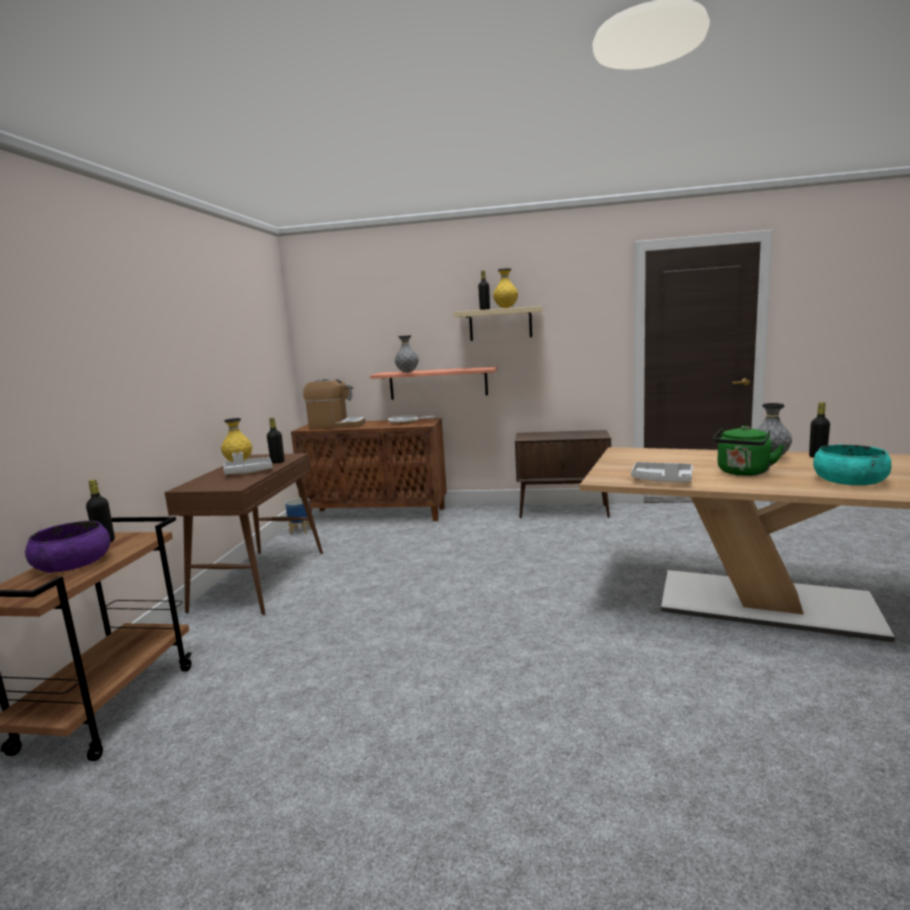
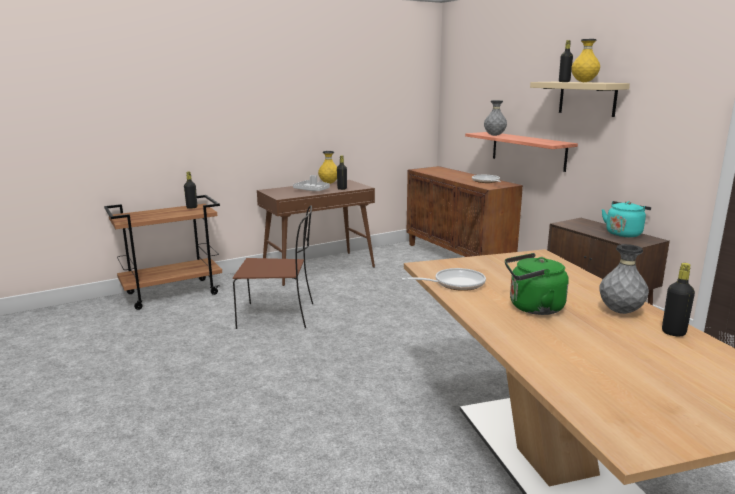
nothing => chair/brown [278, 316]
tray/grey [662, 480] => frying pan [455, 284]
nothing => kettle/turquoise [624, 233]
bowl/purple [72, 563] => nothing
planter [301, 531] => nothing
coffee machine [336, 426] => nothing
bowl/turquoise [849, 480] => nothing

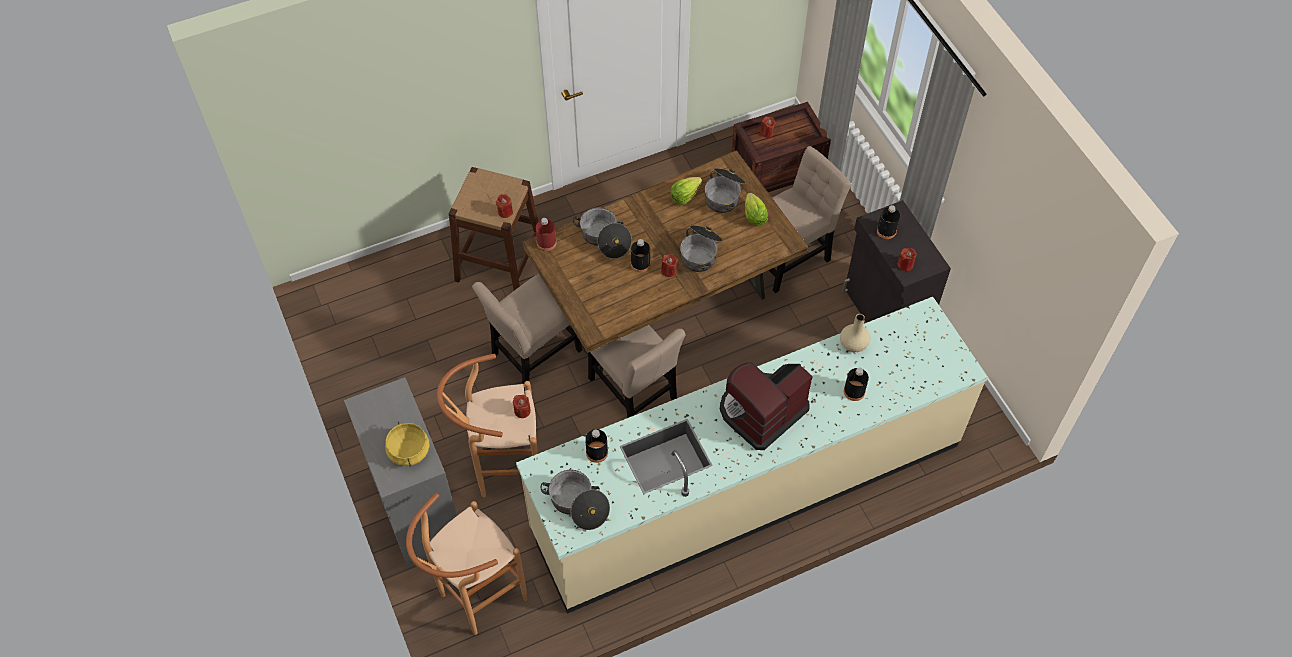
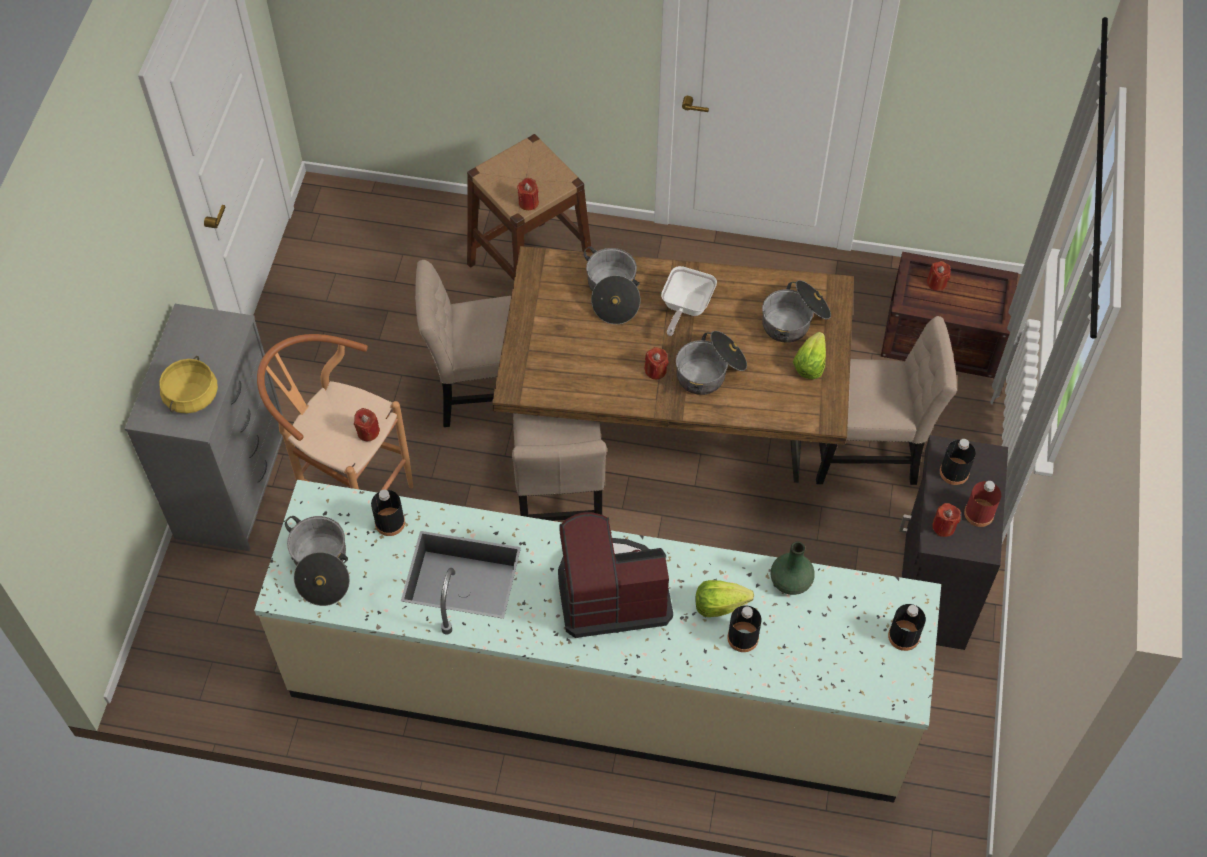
nothing => frying pan [685, 308]
lettuce [685, 196] => lettuce [719, 605], shifted
vase/beige [853, 343] => vase/green [791, 581]
bottle/black [640, 264] => bottle/black [903, 636], shifted
bottle/red [546, 243] => bottle/red [979, 513], shifted
stool/brown [476, 600] => nothing

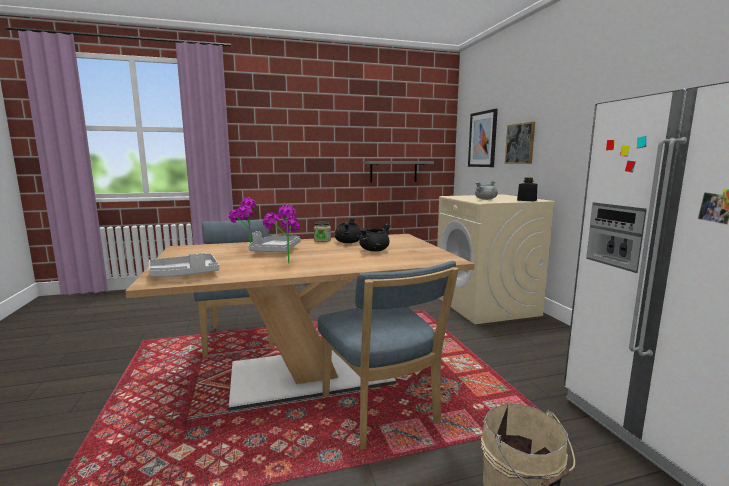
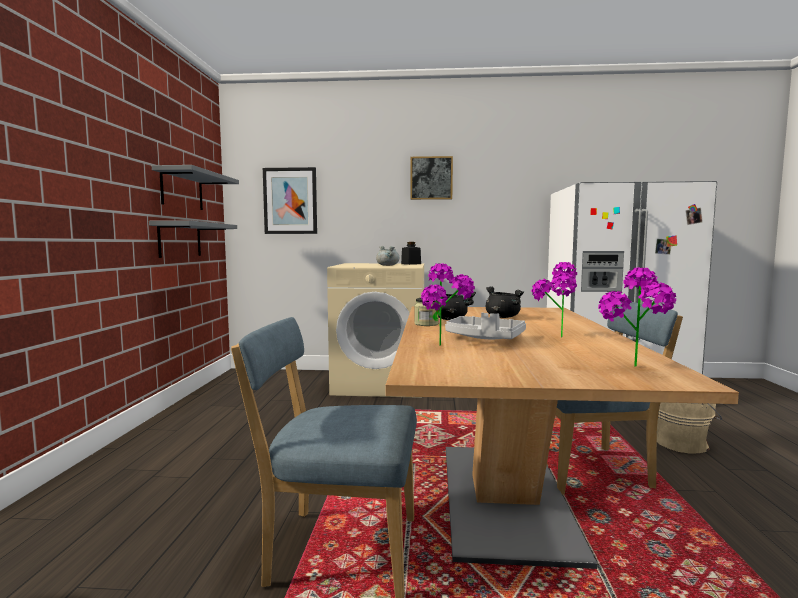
nothing => shelf/grey [182, 190]
picture [520, 143] => picture [431, 178], shifted
tray/grey [185, 274] => potted plant [634, 369]

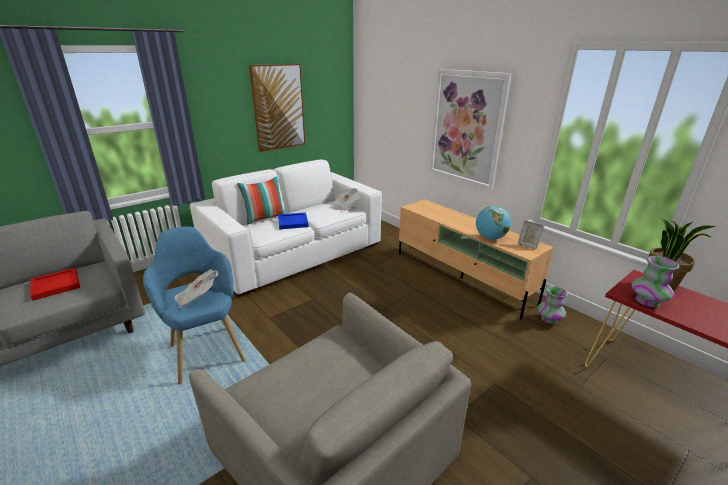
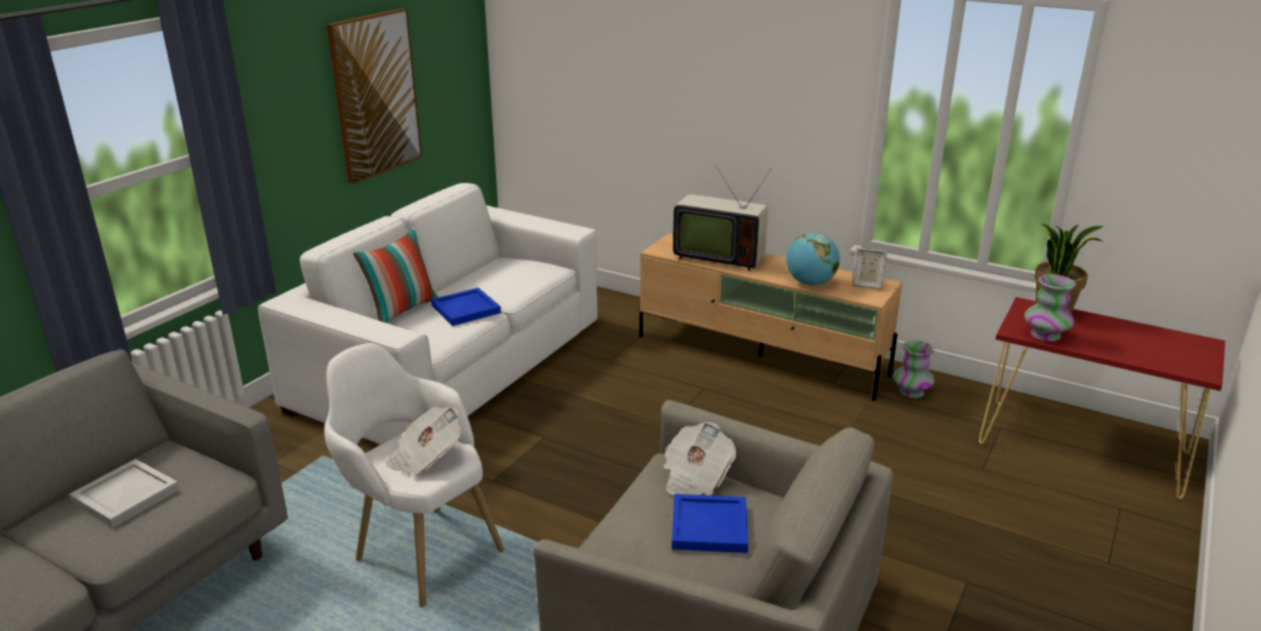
tray/red [55, 285] => tray/white [124, 496]
armchair/blue [205, 347] => armchair/white [418, 547]
newspaper [345, 207] => newspaper [695, 477], shifted
nothing => tray/blue [708, 525]
nothing => television [718, 257]
picture [467, 128] => nothing

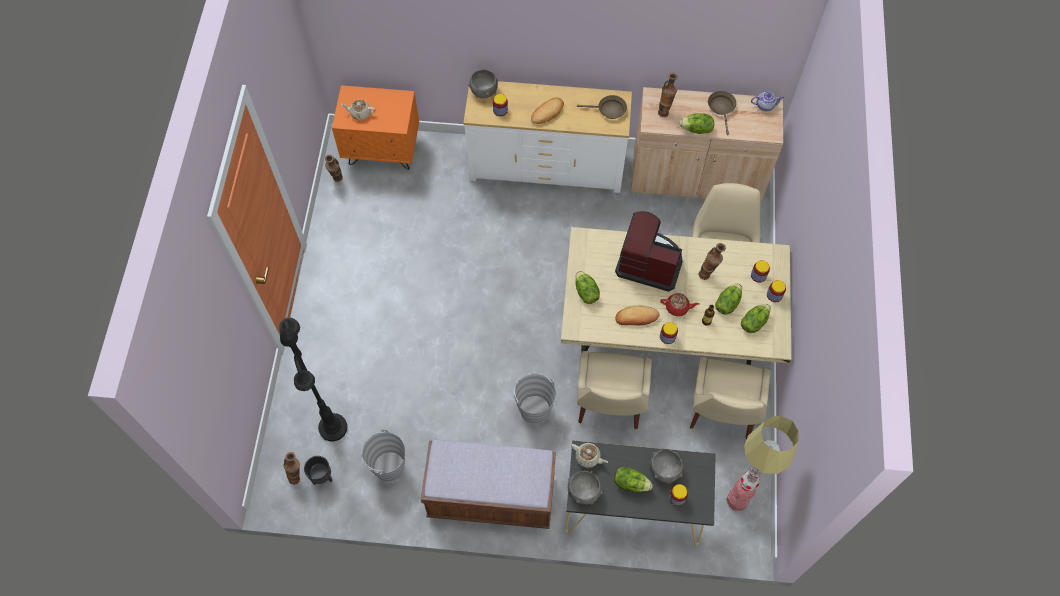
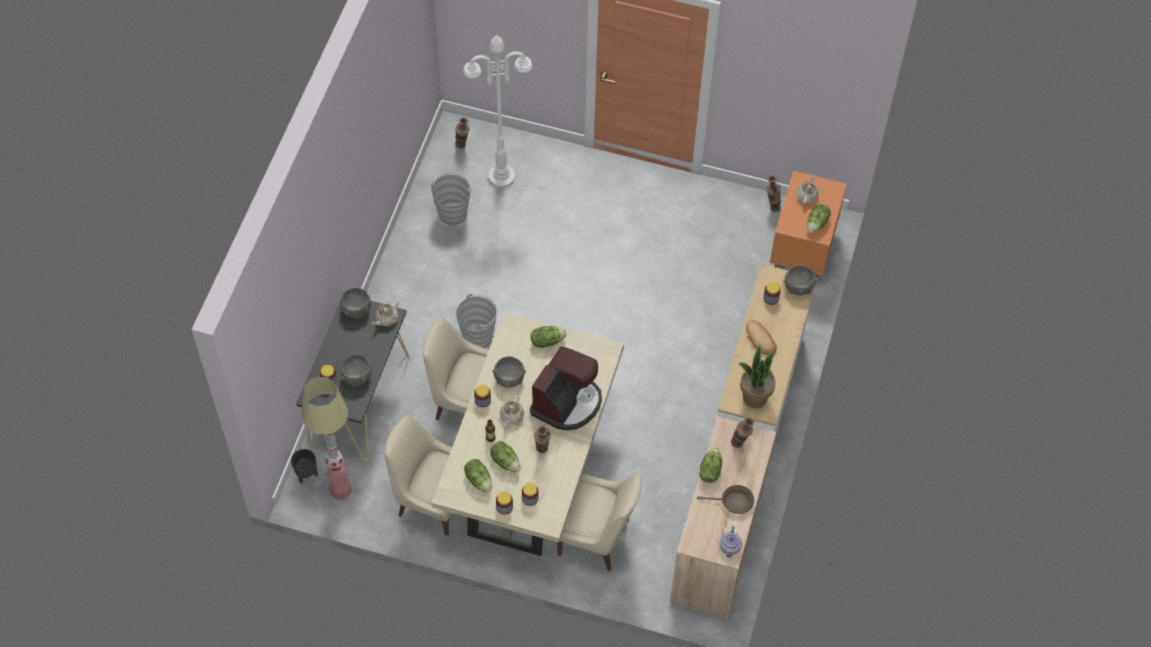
planter/black [321, 477] => planter/black [306, 474], shifted
floor lamp/black [332, 427] => floor lamp/white [502, 177]
bread [636, 317] => bowl/grey [509, 378]
teapot/red [677, 307] => teapot/beige [511, 416]
frying pan/brown [609, 110] => potted plant [754, 397]
lettuce [631, 483] => lettuce [817, 224], shifted
bench/brown [491, 496] => nothing

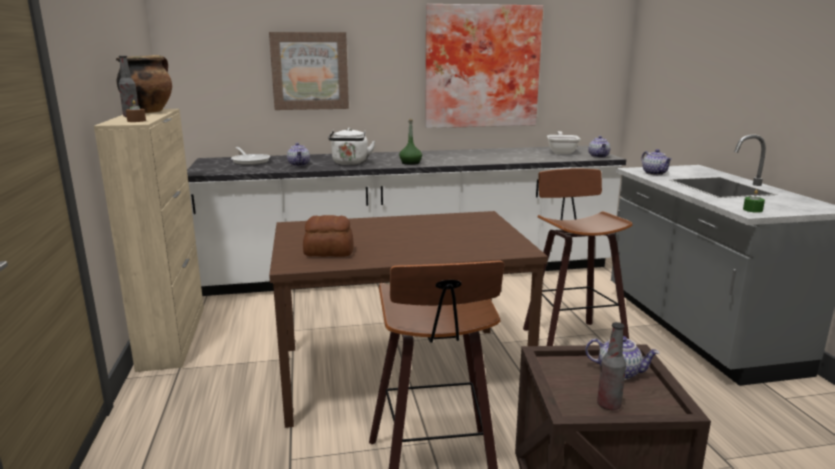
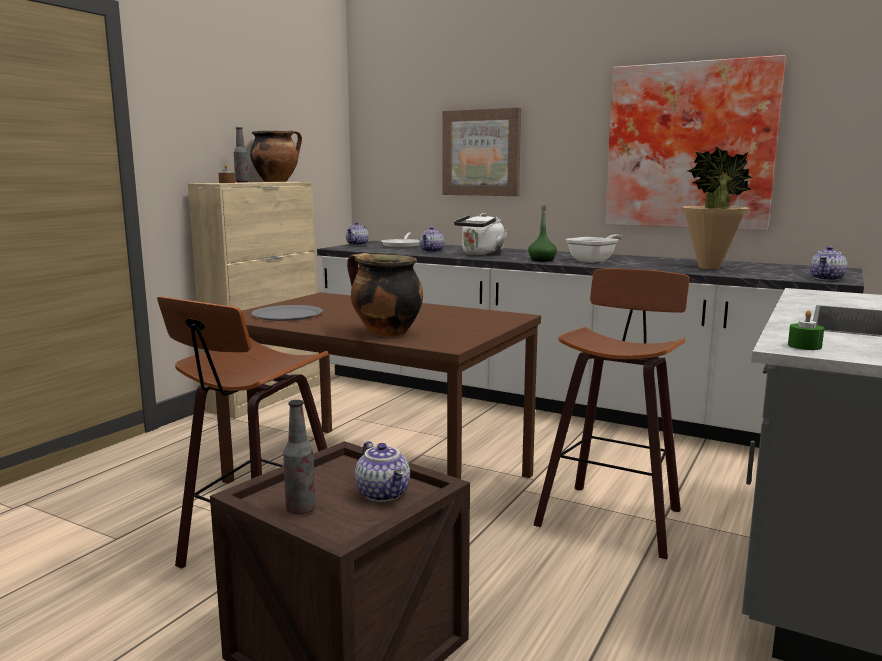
bread [328, 252] => plate/grey [287, 314]
teapot [655, 173] => teapot [357, 245], shifted
nothing => cooking pot [385, 333]
frying pan [561, 152] => frying pan [594, 260], shifted
nothing => potted plant [709, 268]

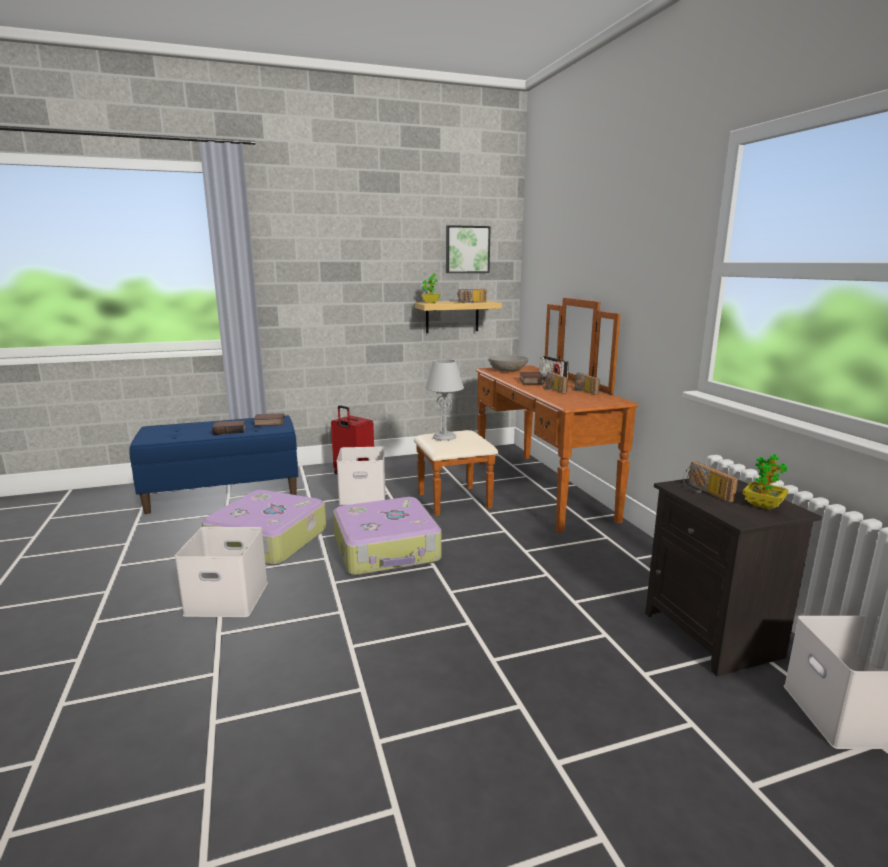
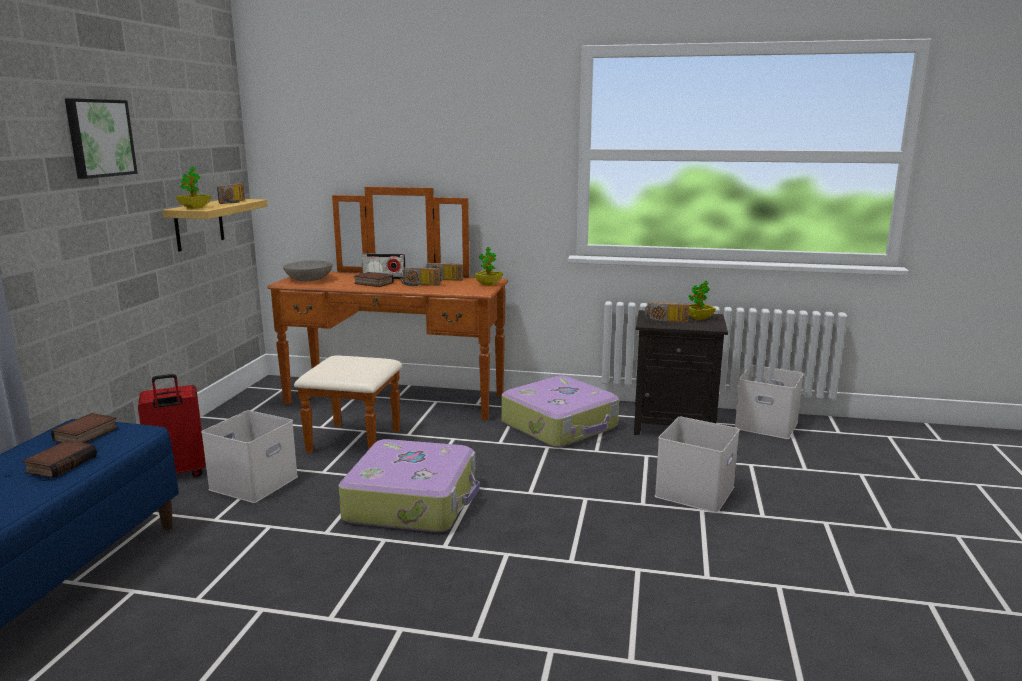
picture [467, 249] => picture [99, 138], shifted
nothing => potted plant [488, 284]
suitcase [268, 541] => suitcase [560, 425], shifted
storage box/white [229, 597] => storage box/white [694, 490], shifted
table lamp/grey [444, 437] => nothing

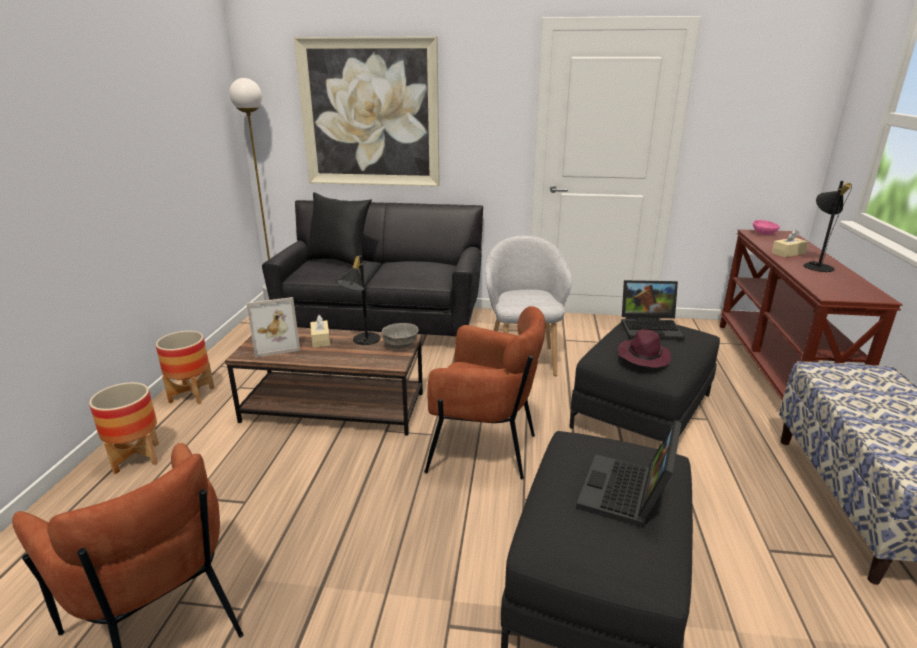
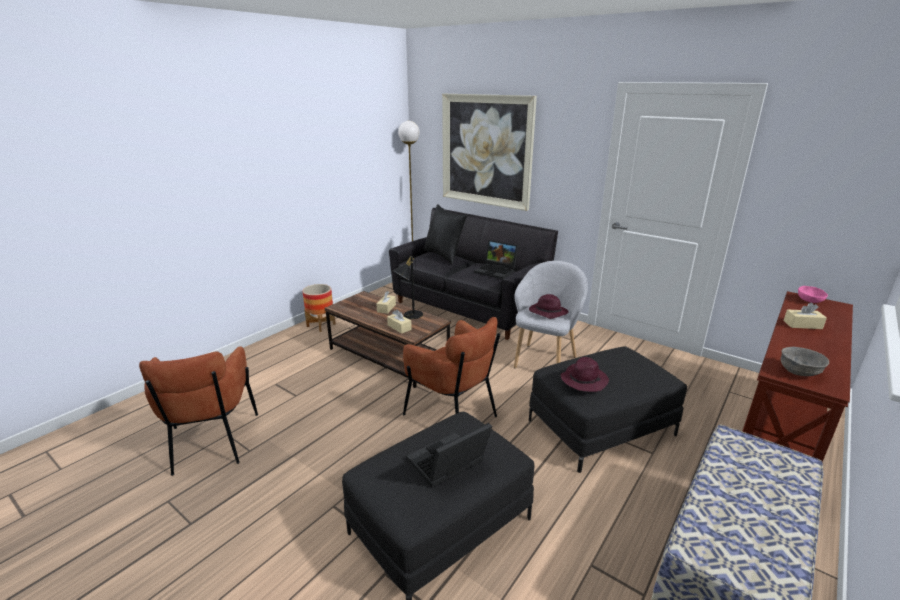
nothing => tissue box/beige [399, 327]
laptop [651, 328] => laptop [497, 271], shifted
nothing => hat/purple [547, 312]
bowl/grey [400, 346] => bowl/grey [799, 372], shifted
planter [137, 458] => nothing
picture frame [276, 345] => nothing
table lamp/black [817, 265] => nothing

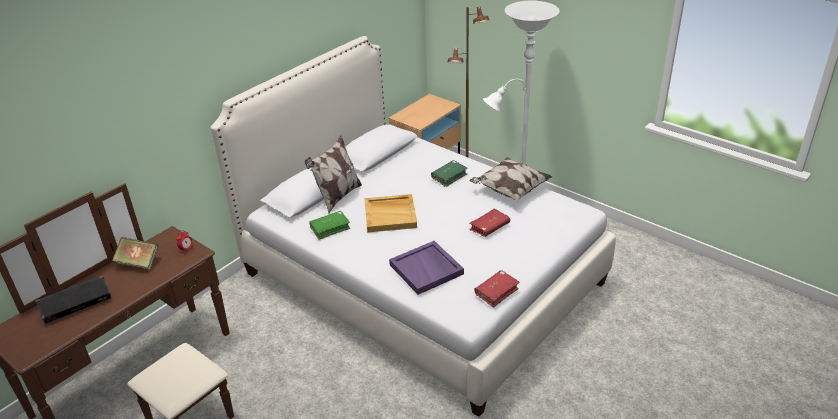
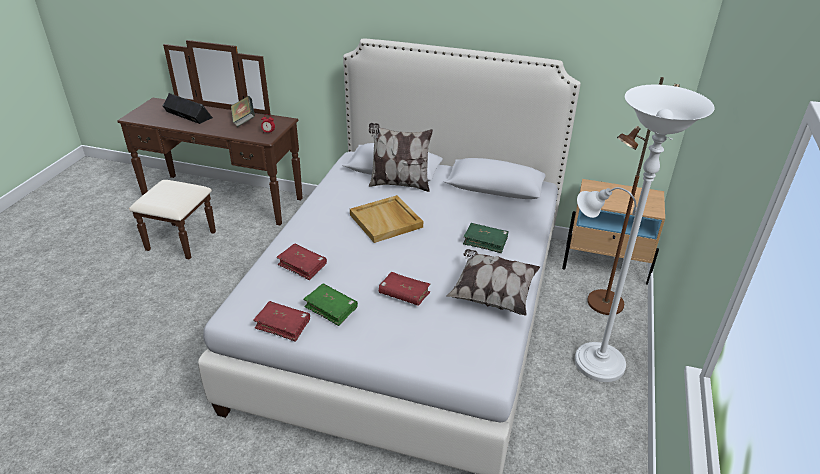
tray/purple [427, 269] => book/red [302, 265]
book/green [330, 228] => book/green [331, 308], shifted

